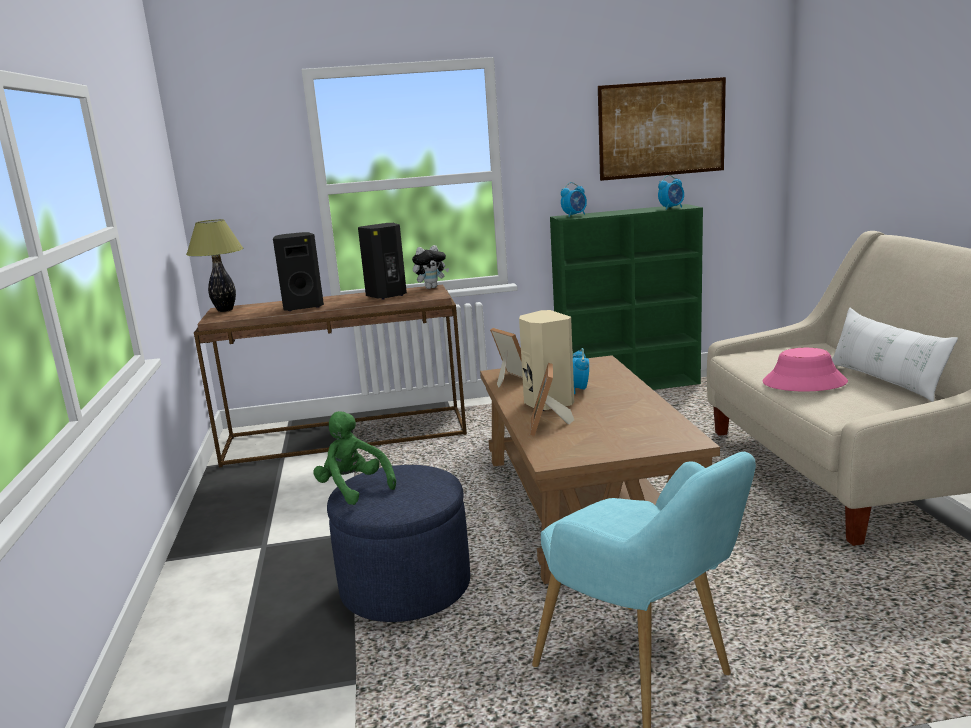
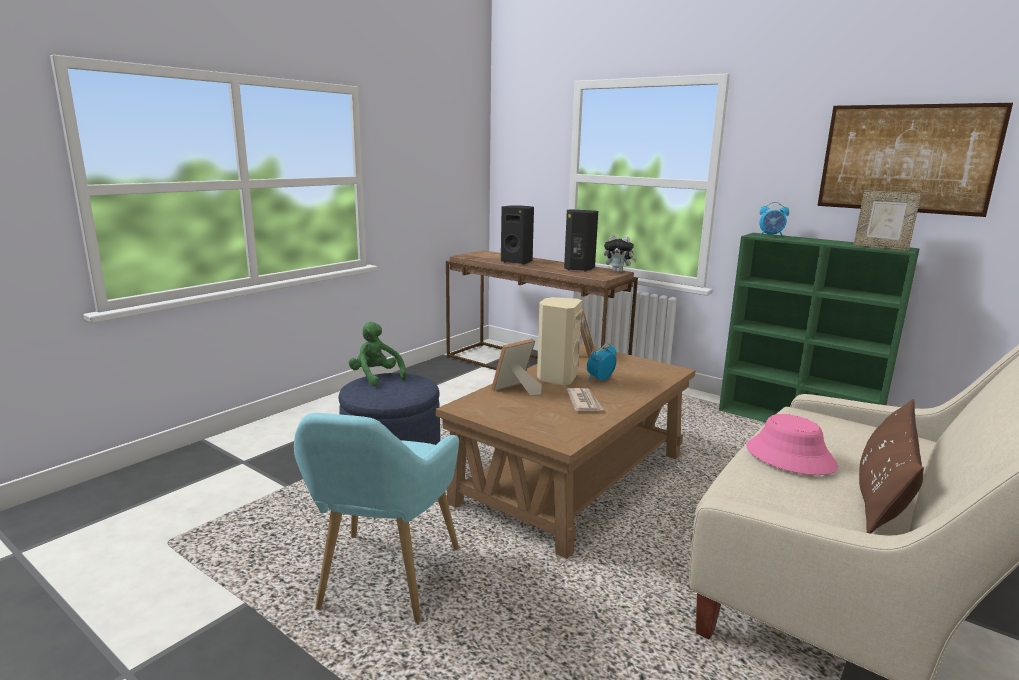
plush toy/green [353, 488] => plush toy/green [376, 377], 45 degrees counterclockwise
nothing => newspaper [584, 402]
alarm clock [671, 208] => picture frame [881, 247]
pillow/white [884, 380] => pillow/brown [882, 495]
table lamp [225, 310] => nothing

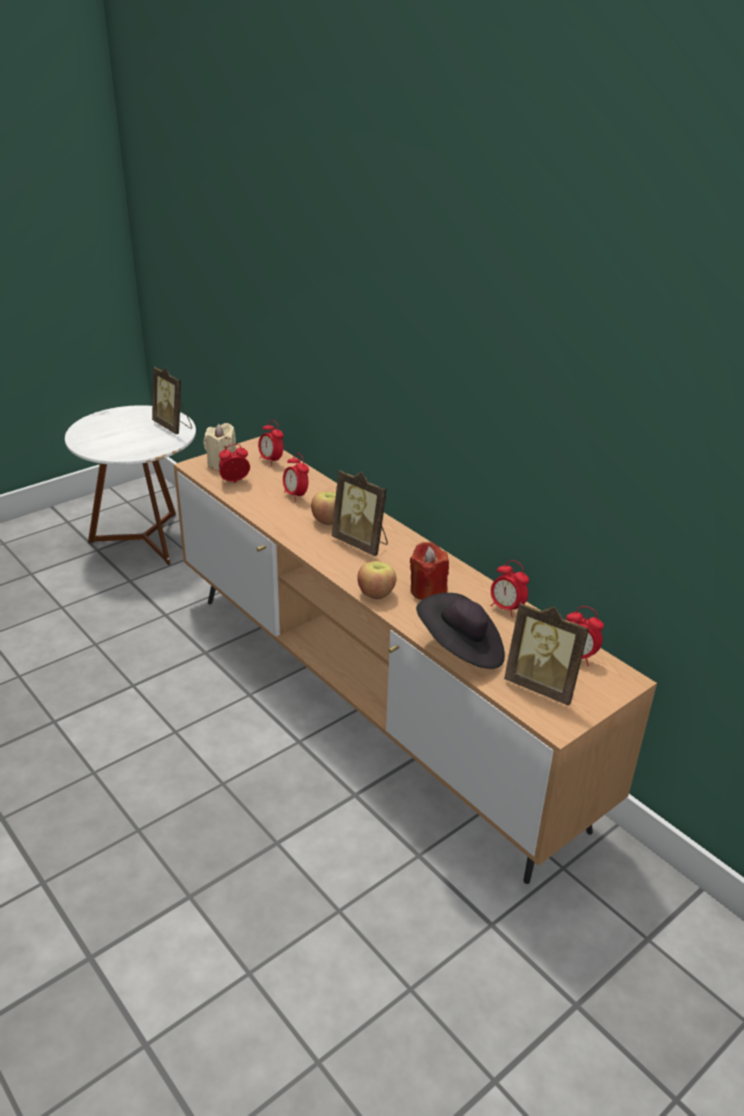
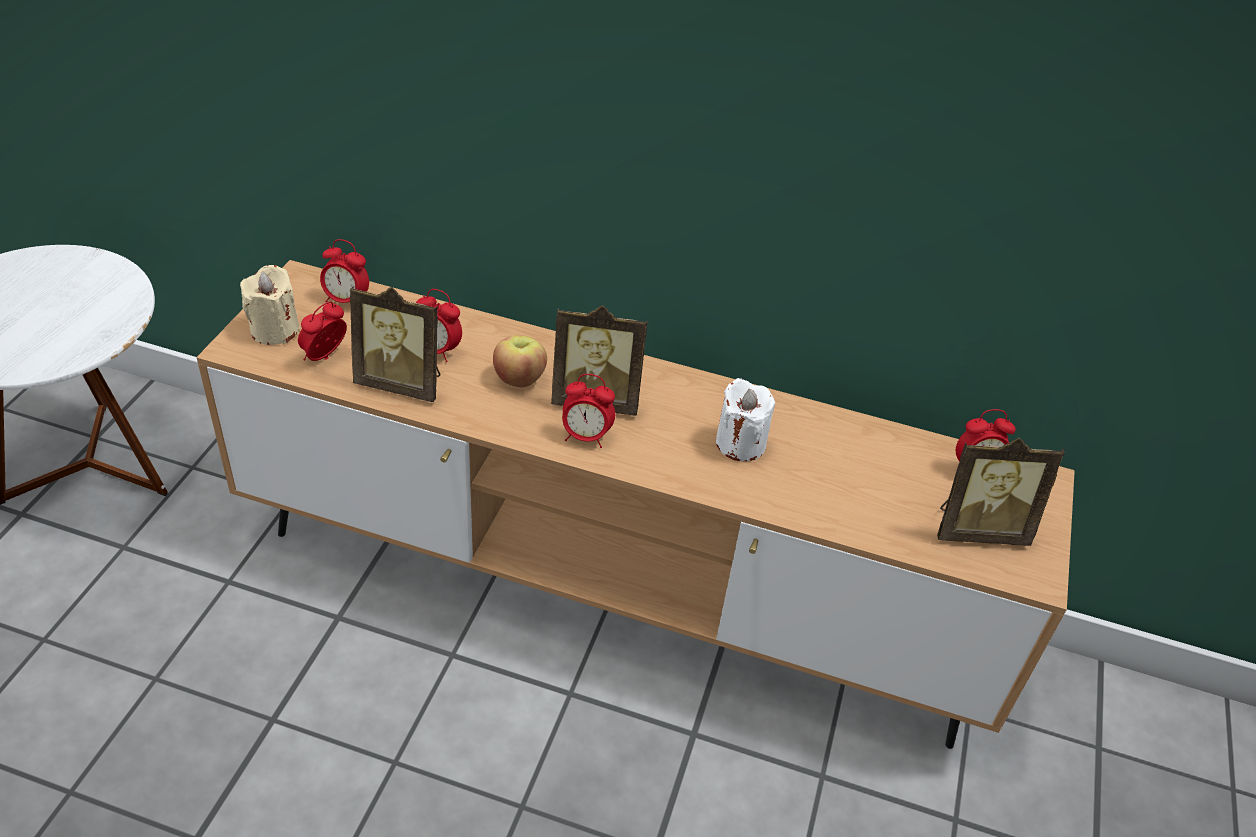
picture frame [173, 426] => picture frame [402, 383], shifted
alarm clock [506, 608] => alarm clock [586, 437], shifted
candle/red [427, 590] => candle/white [740, 443]
apple [376, 593] => nothing
hat/black [461, 650] => nothing

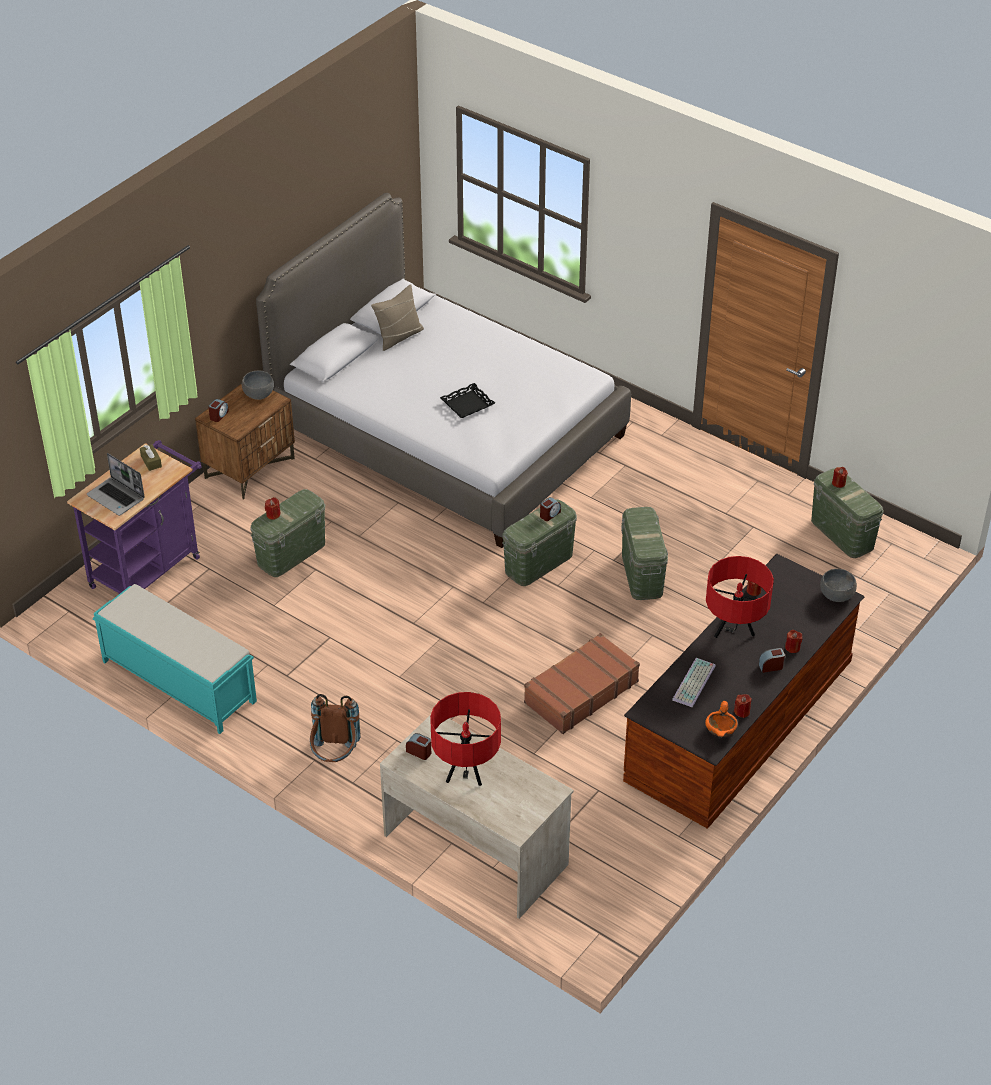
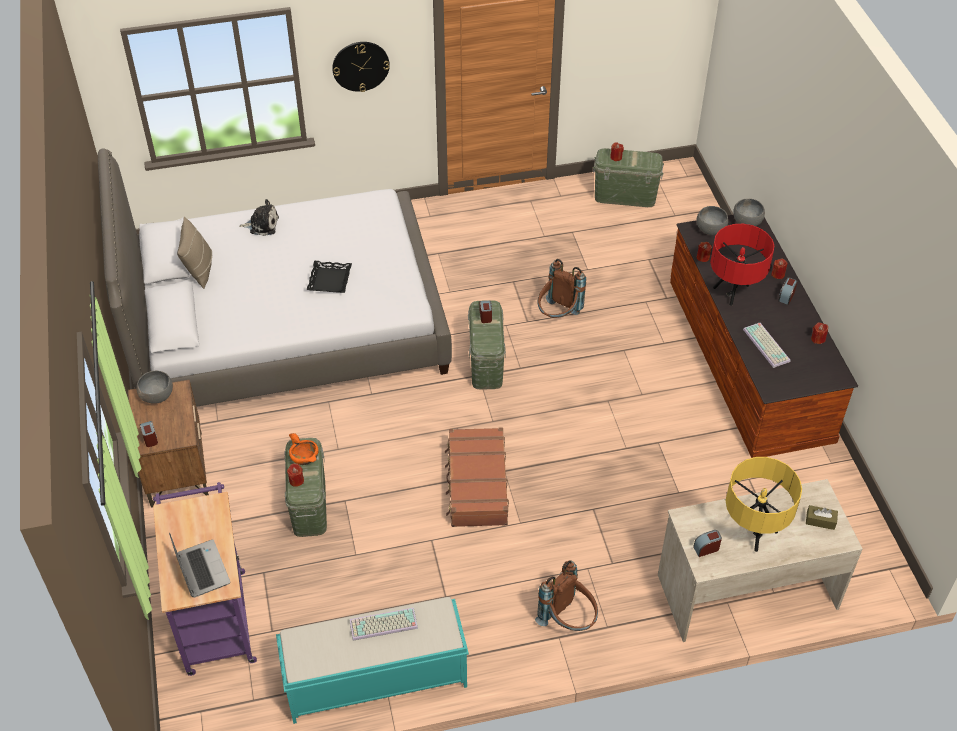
laptop [117, 497] => laptop [201, 569], 105 degrees counterclockwise
nothing => plush toy [262, 225]
bowl/orange [721, 729] => bowl/orange [304, 457], shifted
nothing => wall clock [360, 66]
nothing => keyboard [382, 625]
suitcase/brown [580, 692] => suitcase/brown [476, 485], shifted
storage box/green [642, 574] => backpack/brown [558, 316]
nothing => bowl/grey [710, 229]
table lamp/red [466, 771] => table lamp/yellow [753, 531]
tissue box/brown [151, 461] => tissue box/brown [820, 521], shifted

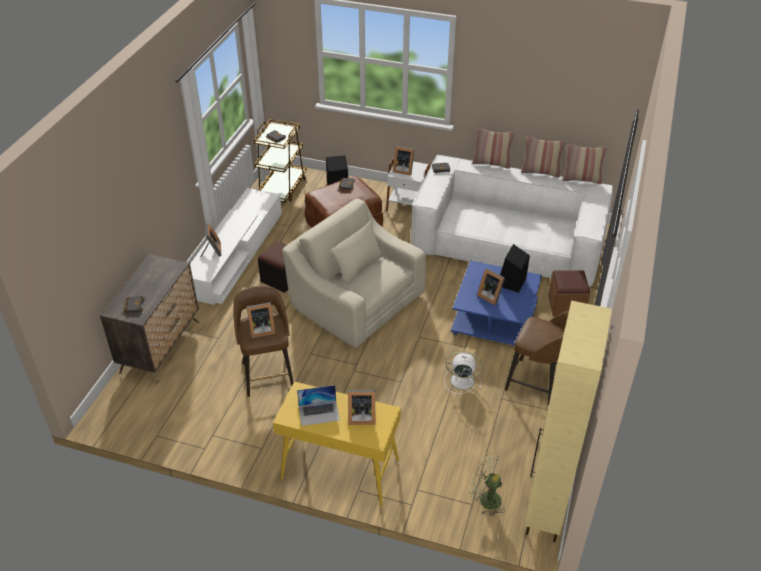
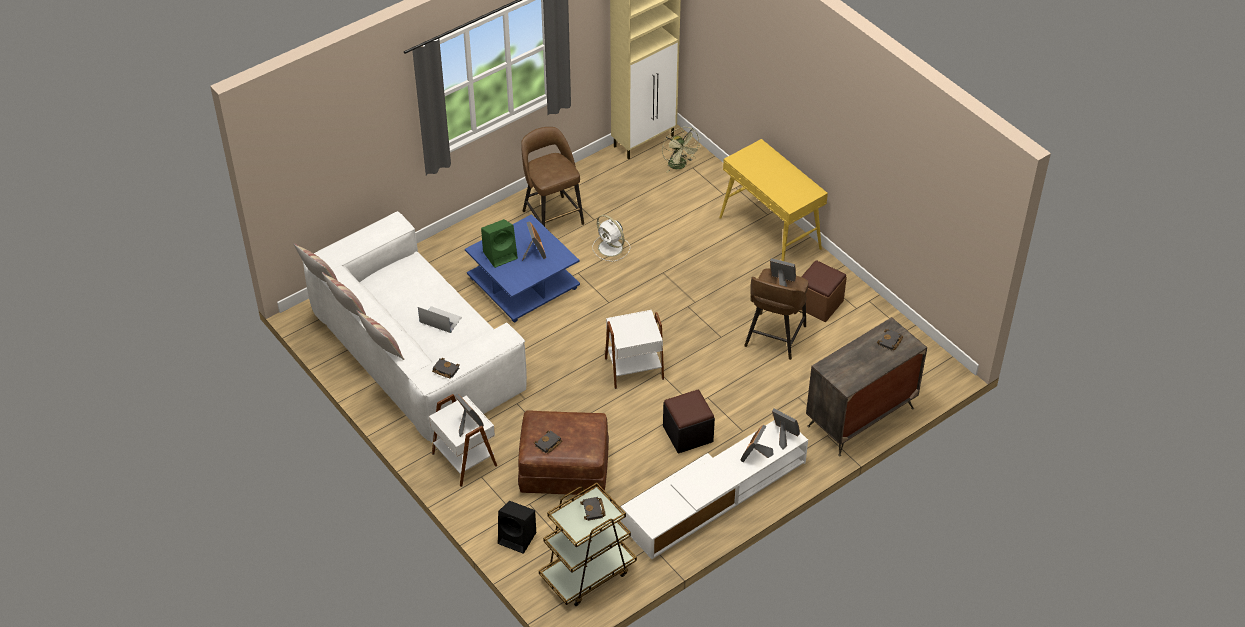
laptop [319, 413] => laptop [440, 319], shifted
speaker/black [511, 282] => speaker/green [501, 254]
armchair/beige [356, 301] => side table/white [633, 367]
picture frame [360, 416] => picture frame [783, 436], shifted
ottoman/brown [566, 306] => ottoman/brown [819, 304], shifted

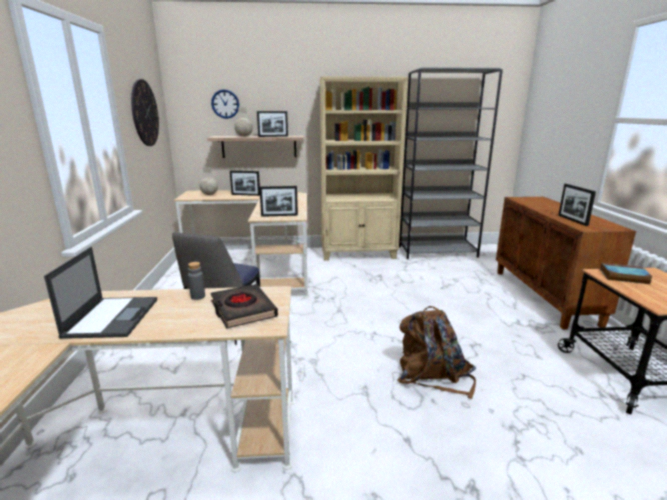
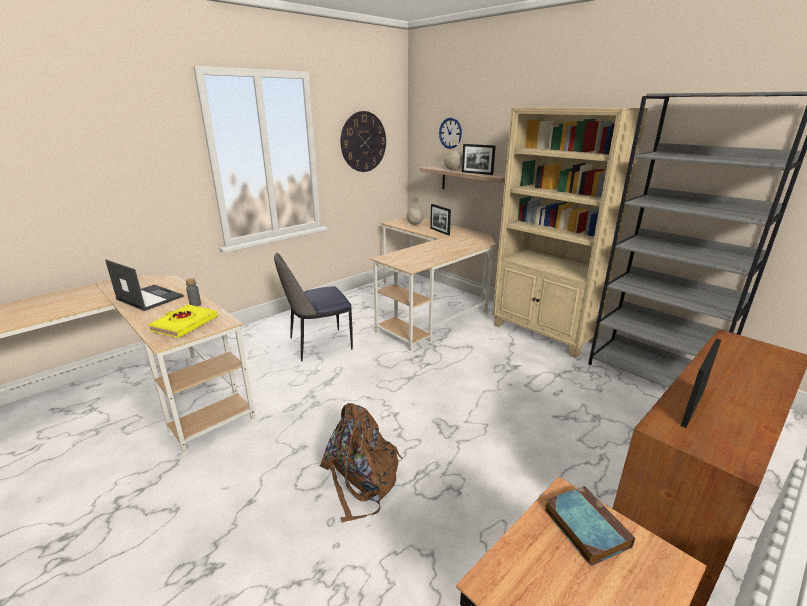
laptop [112, 317] => laptop [149, 298], 105 degrees counterclockwise
book/black [242, 310] => book/yellow [184, 324]
picture frame [279, 215] => nothing

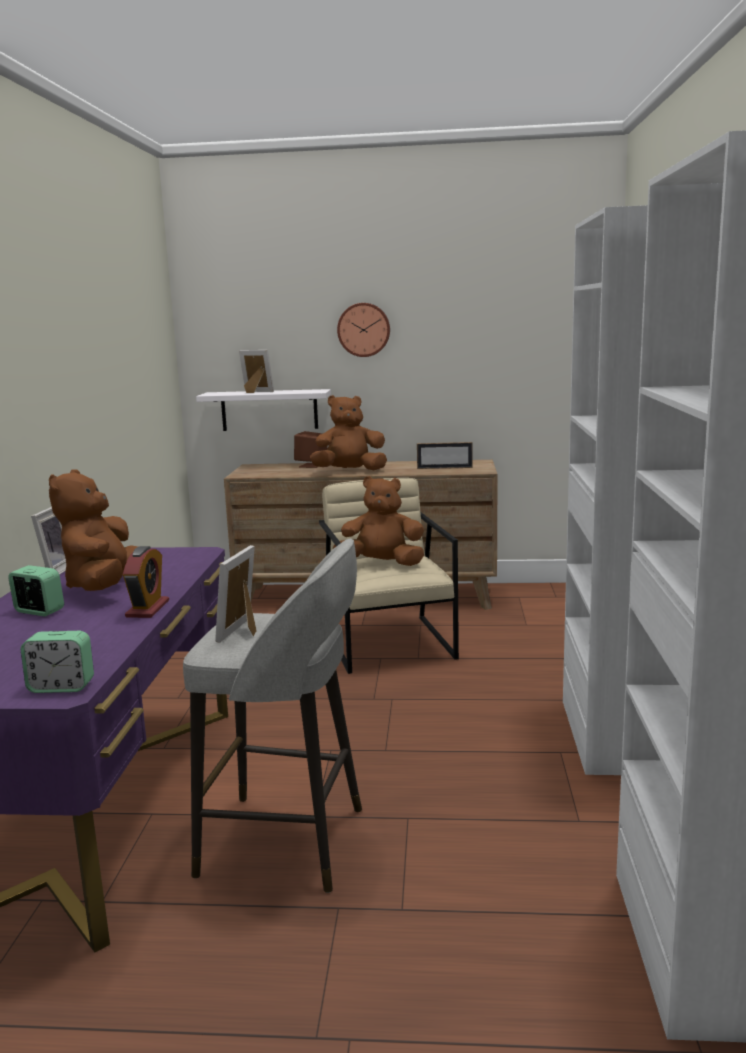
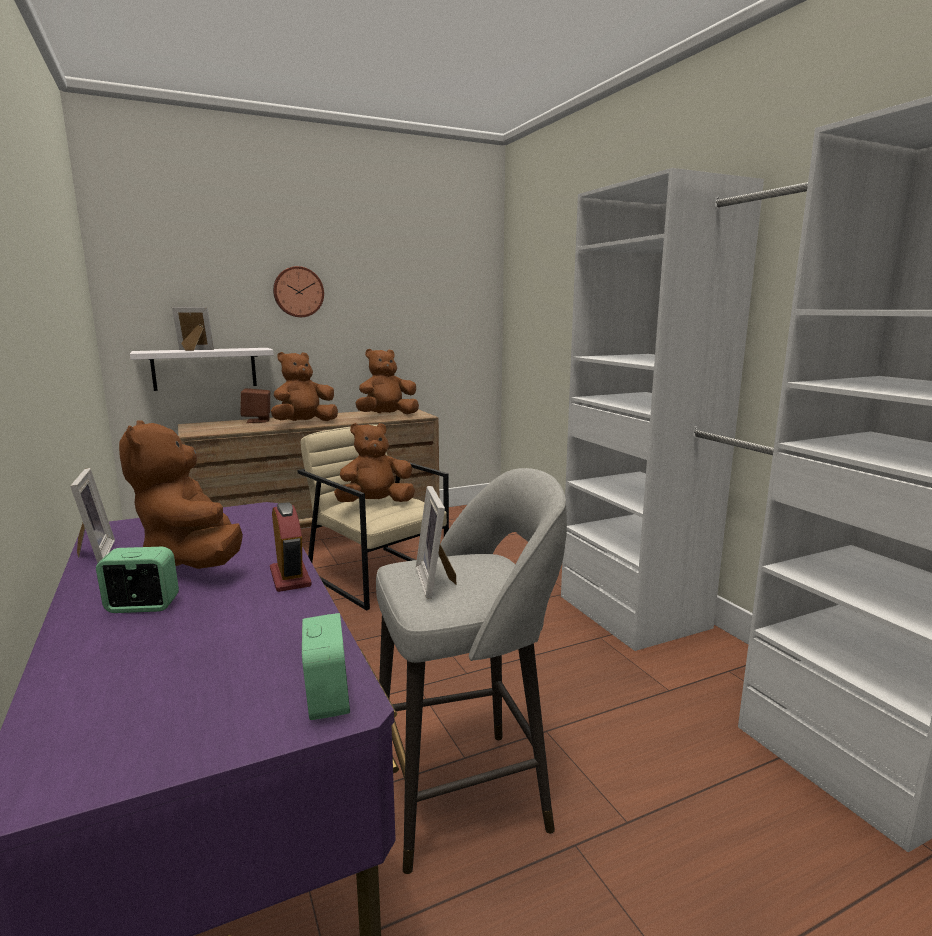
alarm clock [61, 687] => alarm clock [327, 698], 75 degrees counterclockwise
picture frame [444, 468] => plush toy/brown [387, 415]

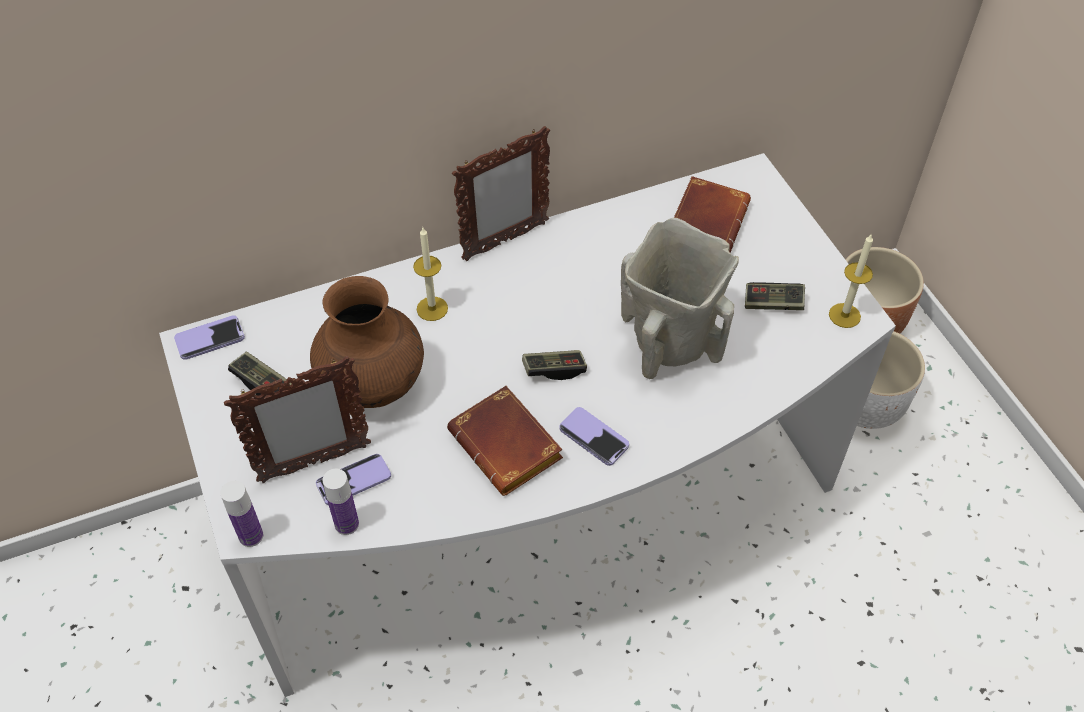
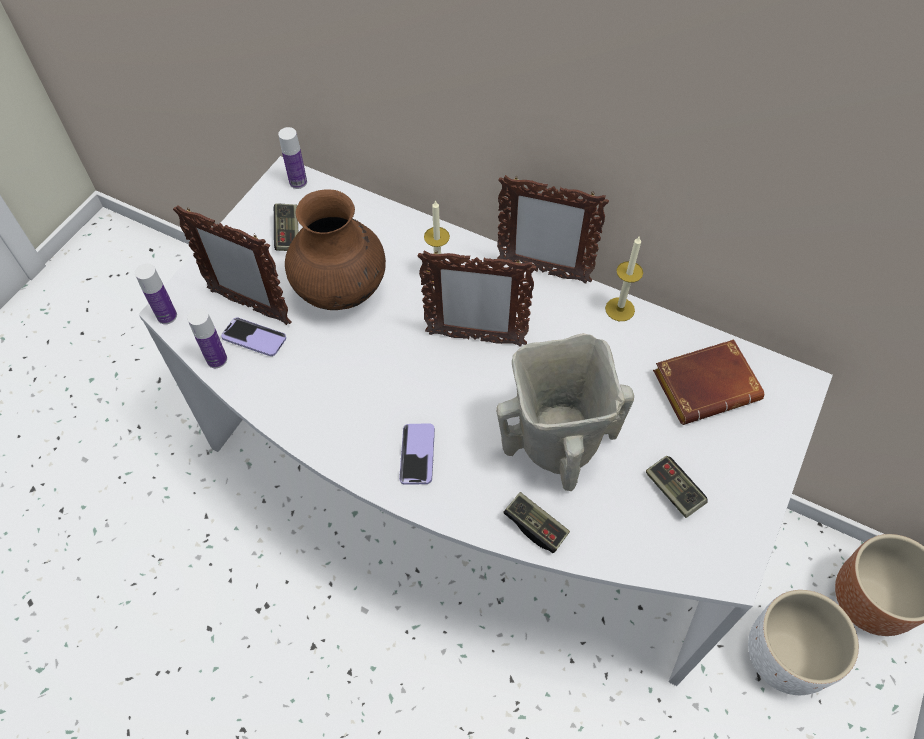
phone [210, 339] => bottle [298, 182]
nothing => picture frame [474, 339]
game controller [554, 369] => game controller [535, 526], shifted
candle [844, 315] => candle [620, 309], shifted
book/brown [509, 447] => nothing

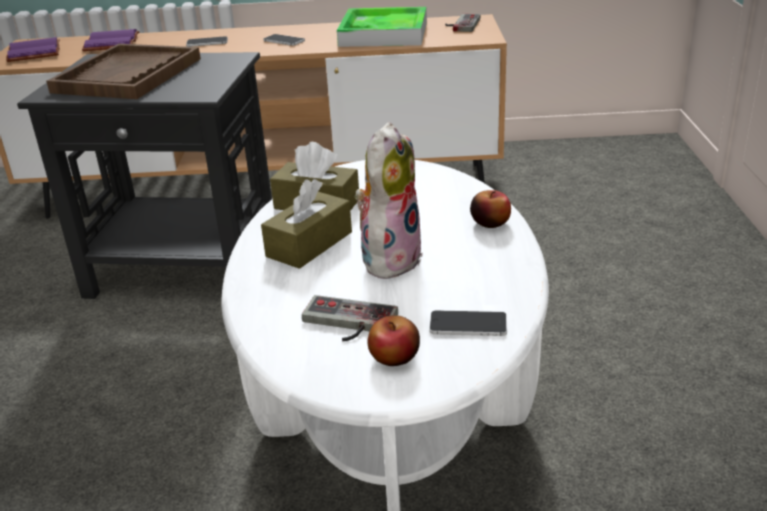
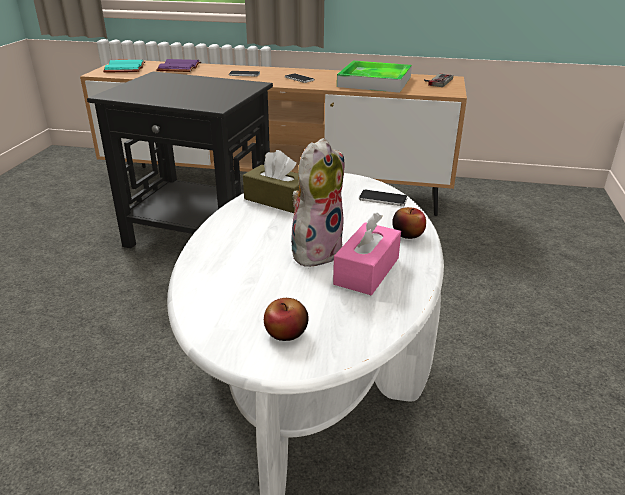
book/purple [36, 52] => book/turquoise [126, 68]
nothing => tissue box/pink [367, 271]
phone [468, 325] => phone [383, 199], shifted
tray/brown [128, 75] => nothing
tissue box/brown [309, 244] => nothing
game controller [346, 324] => nothing

